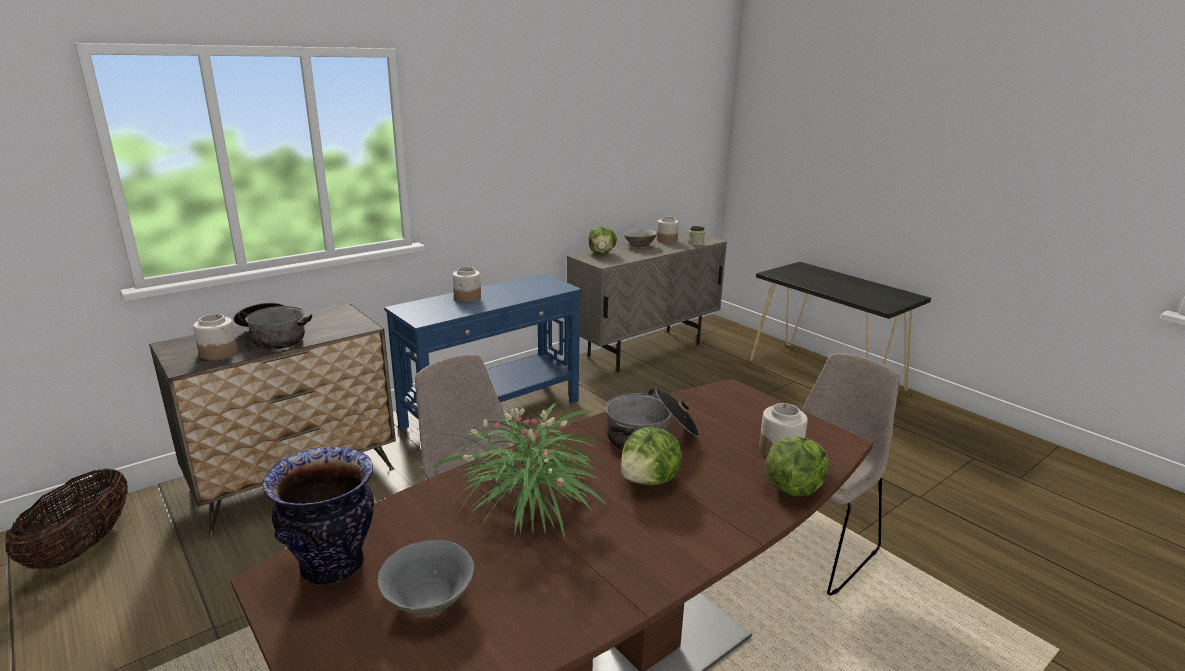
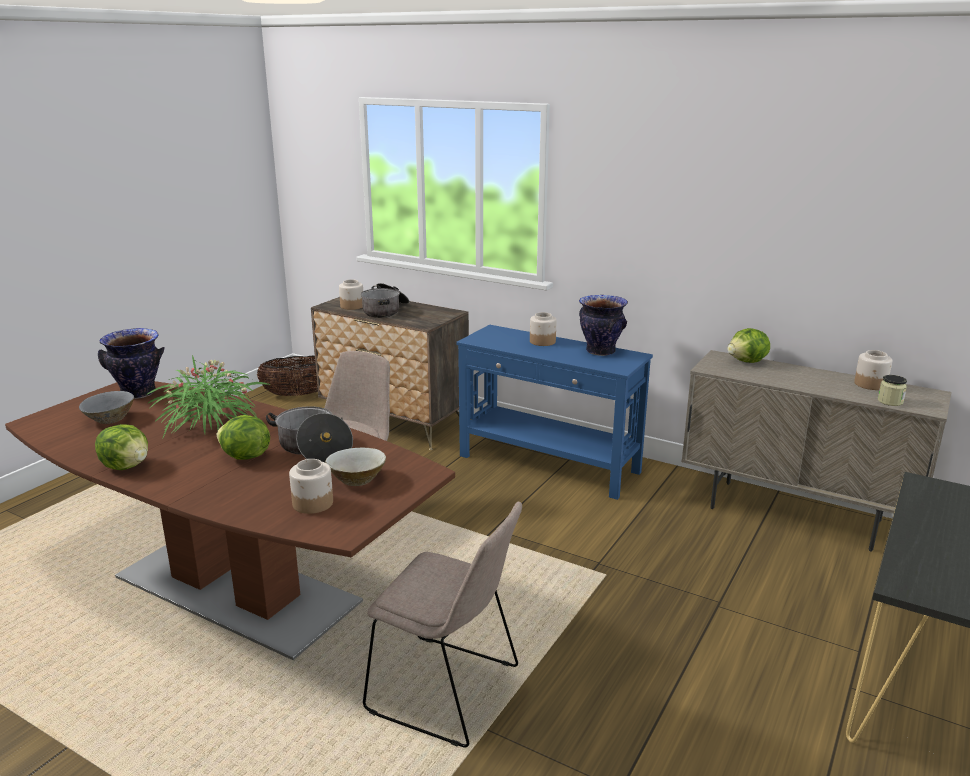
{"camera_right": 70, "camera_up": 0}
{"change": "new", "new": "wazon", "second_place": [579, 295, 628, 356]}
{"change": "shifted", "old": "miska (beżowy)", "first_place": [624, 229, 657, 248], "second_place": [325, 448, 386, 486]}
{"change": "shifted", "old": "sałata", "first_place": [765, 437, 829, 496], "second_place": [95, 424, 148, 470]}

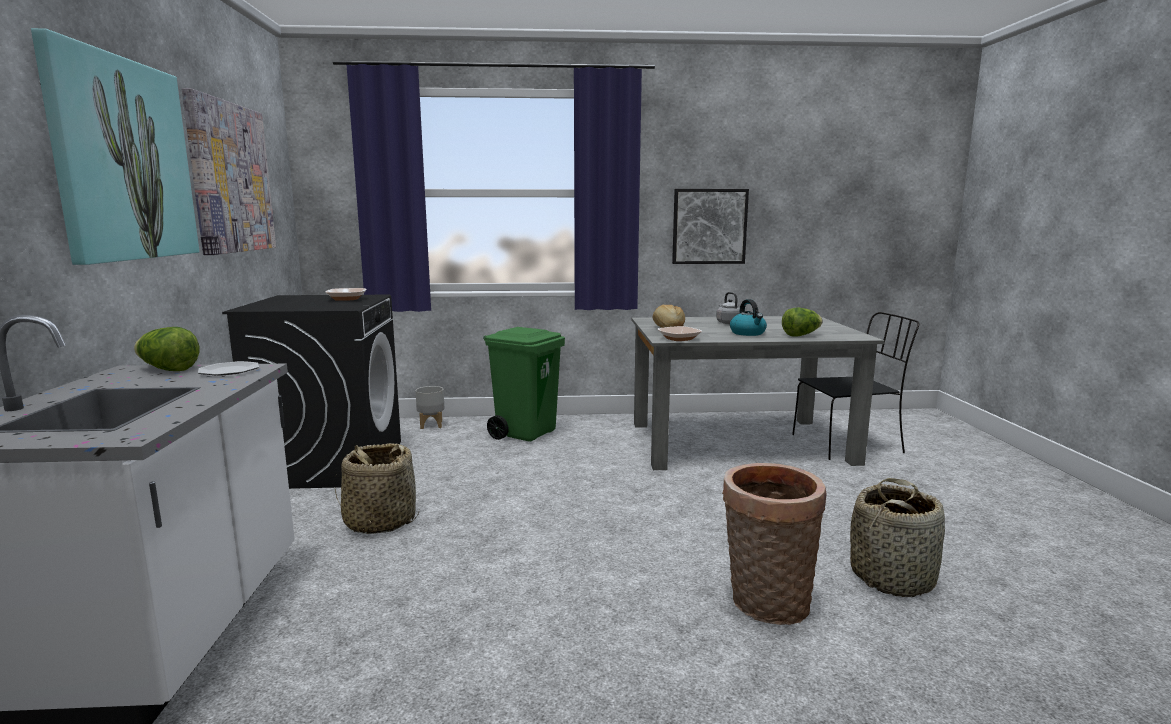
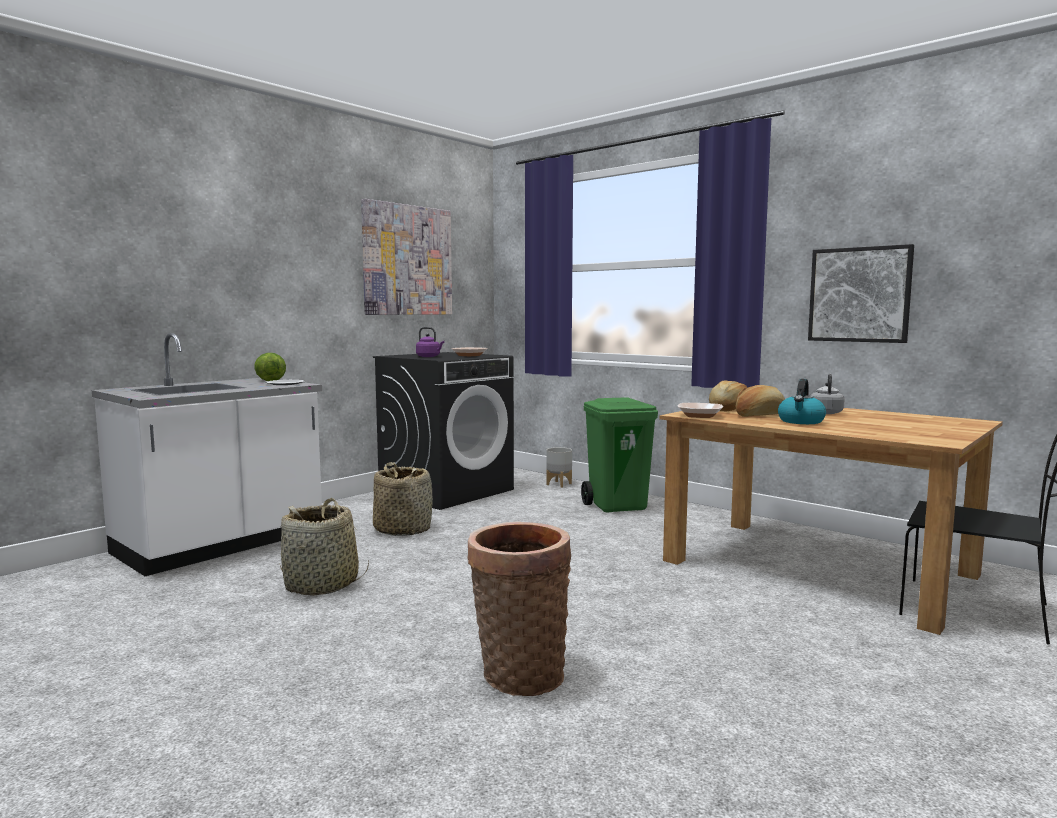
{"camera_right": 45, "camera_up": -5}
{"change": "gone", "old": "obraz", "first_place": [31, 28, 199, 265]}
{"change": "gone", "old": "sałata", "first_place": [782, 307, 823, 337]}
{"change": "new", "new": "czajnik (fioletowy)", "second_place": [416, 327, 444, 357]}
{"change": "new", "new": "chleb", "second_place": [736, 385, 785, 417]}
{"change": "shifted", "old": "koszyk", "first_place": [850, 478, 945, 597], "second_place": [280, 498, 369, 596]}
{"change": "repainted", "old": "stół jadalny (szary)", "new": "stół jadalny (brązowy)", "first_place": [631, 316, 885, 470], "second_place": [659, 408, 1003, 635]}

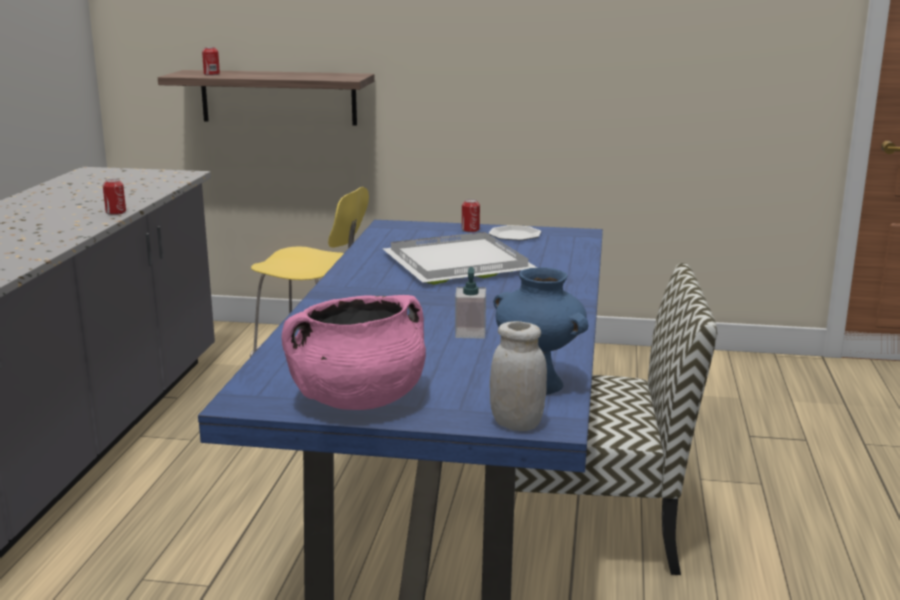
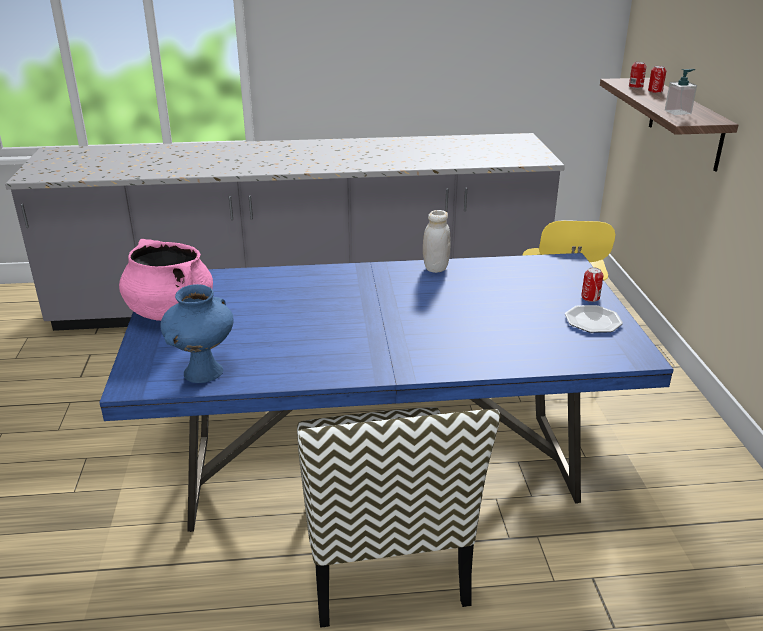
{"camera_right": 75, "camera_up": 10}
{"change": "gone", "old": "taca (biały)", "first_place": [383, 232, 537, 285]}
{"change": "shifted", "old": "puszka", "first_place": [103, 179, 126, 215], "second_place": [648, 66, 666, 93]}
{"change": "shifted", "old": "dozownik mydła", "first_place": [455, 267, 486, 339], "second_place": [665, 69, 697, 115]}
{"change": "shifted", "old": "słoik (biały)", "first_place": [490, 321, 547, 431], "second_place": [423, 210, 450, 273]}

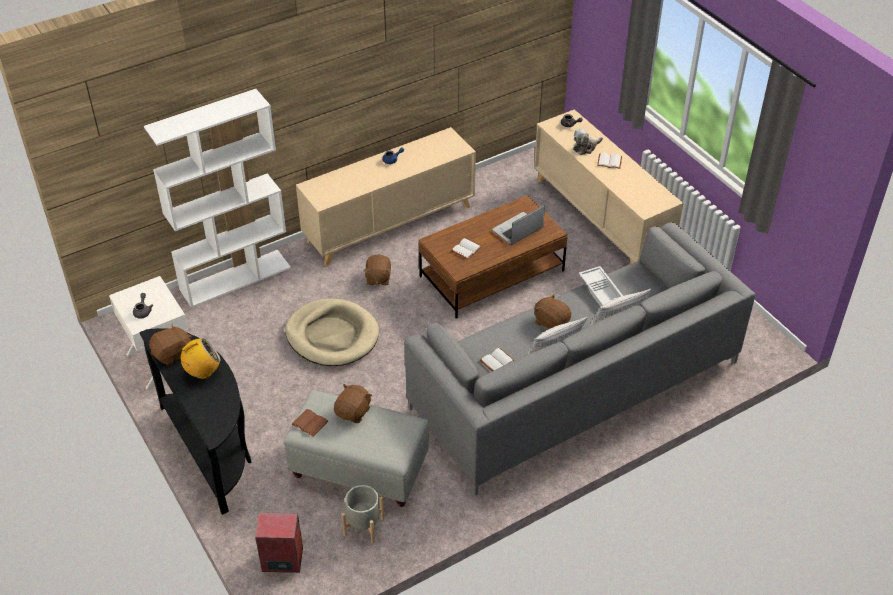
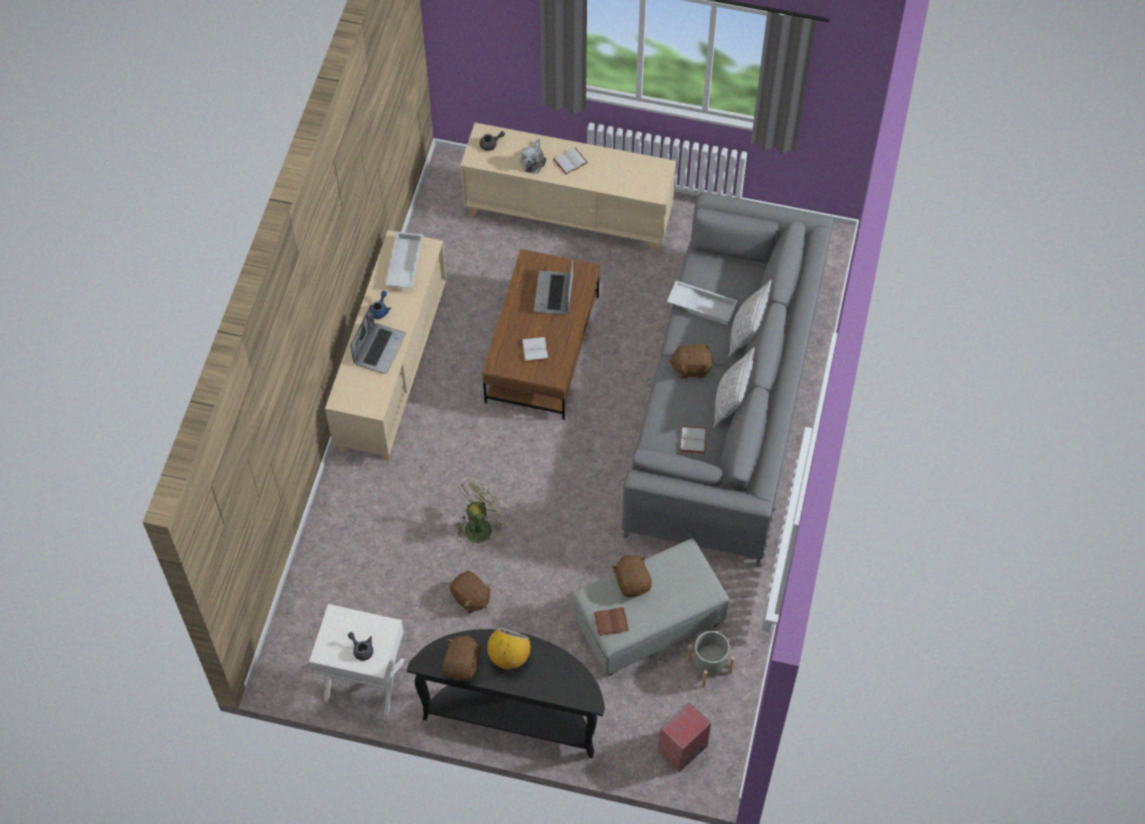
{"camera_right": -45, "camera_up": 15}
{"change": "gone", "old": "regał (biały)", "first_place": [144, 89, 291, 308]}
{"change": "new", "new": "laptop", "second_place": [350, 305, 406, 374]}
{"change": "new", "new": "taca (biały)", "second_place": [386, 232, 423, 288]}
{"change": "shifted", "old": "pluszak (brązowy)", "first_place": [363, 255, 391, 285], "second_place": [450, 571, 491, 614]}
{"change": "swapped", "old": "legowisko (beżowy)", "new": "wentylator (zielony)", "first_place": [285, 298, 379, 366], "second_place": [456, 477, 512, 543]}

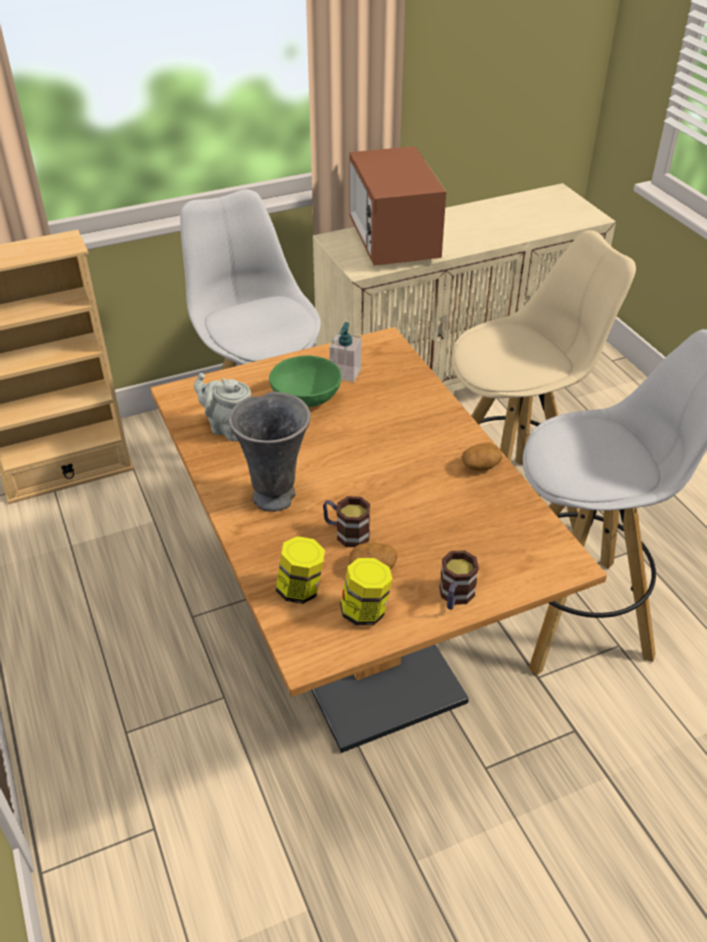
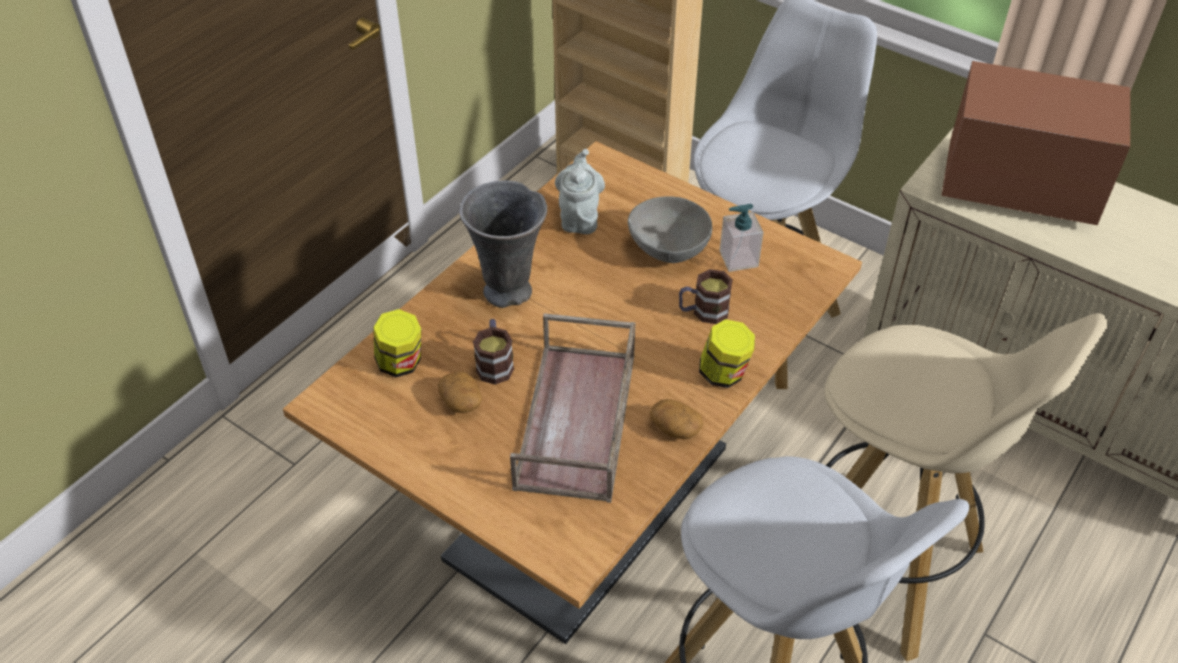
{"camera_right": 60, "camera_up": 5}
{"change": "new", "new": "taca (brązowy)", "second_place": [510, 313, 636, 503]}
{"change": "shifted", "old": "słoik", "first_place": [340, 558, 393, 626], "second_place": [699, 319, 755, 388]}
{"change": "shifted", "old": "kubek", "first_place": [439, 550, 479, 610], "second_place": [679, 269, 733, 324]}
{"change": "repainted", "old": "miska (zielony)", "new": "miska (szary)", "first_place": [269, 356, 341, 407], "second_place": [628, 196, 712, 263]}
{"change": "rotated", "old": "mikrofalówka", "first_place": [349, 146, 446, 266], "second_place": [941, 61, 1130, 225], "degrees": 60}

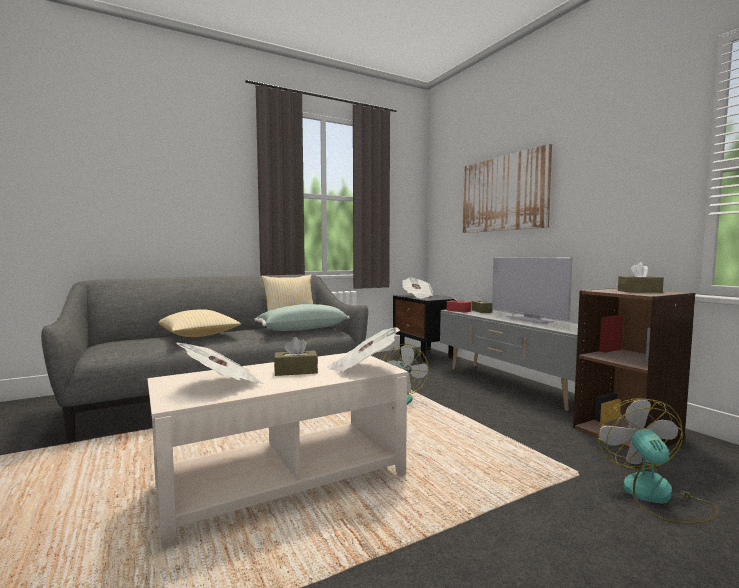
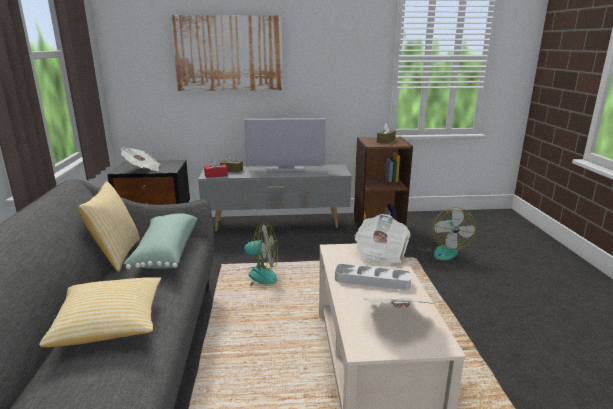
{"camera_right": -65, "camera_up": 15}
{"change": "swapped", "old": "pudełko chusteczek (brązowy)", "new": "taca (szary)", "first_place": [274, 337, 318, 376], "second_place": [335, 264, 411, 290]}
{"change": "rotated", "old": "wentylator", "first_place": [598, 398, 719, 523], "second_place": [417, 207, 476, 261], "degrees": -120}

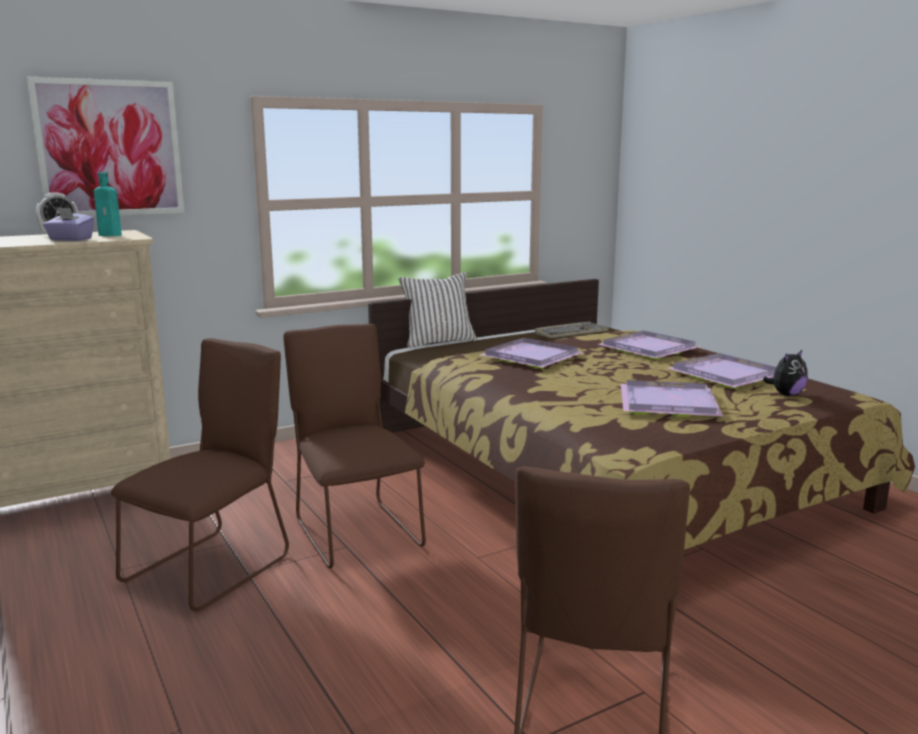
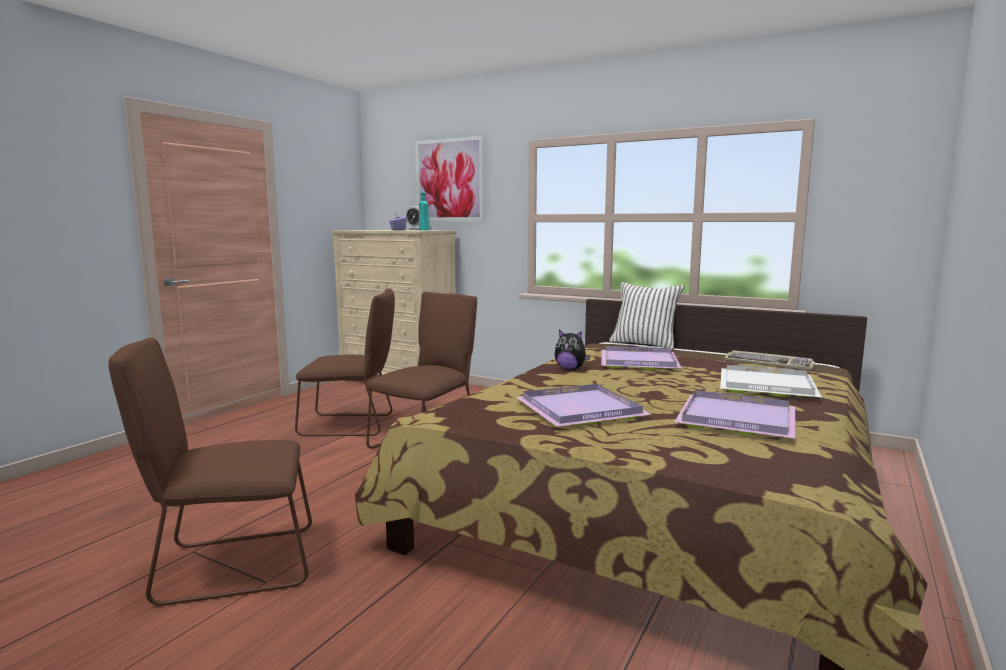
{"camera_right": 60, "camera_up": -5}
{"change": "shifted", "old": "pluszak", "first_place": [763, 349, 808, 396], "second_place": [555, 330, 591, 370]}
{"change": "repainted", "old": "taca (fioletowy)", "new": "taca (biały)", "first_place": [598, 331, 701, 360], "second_place": [720, 364, 821, 397]}

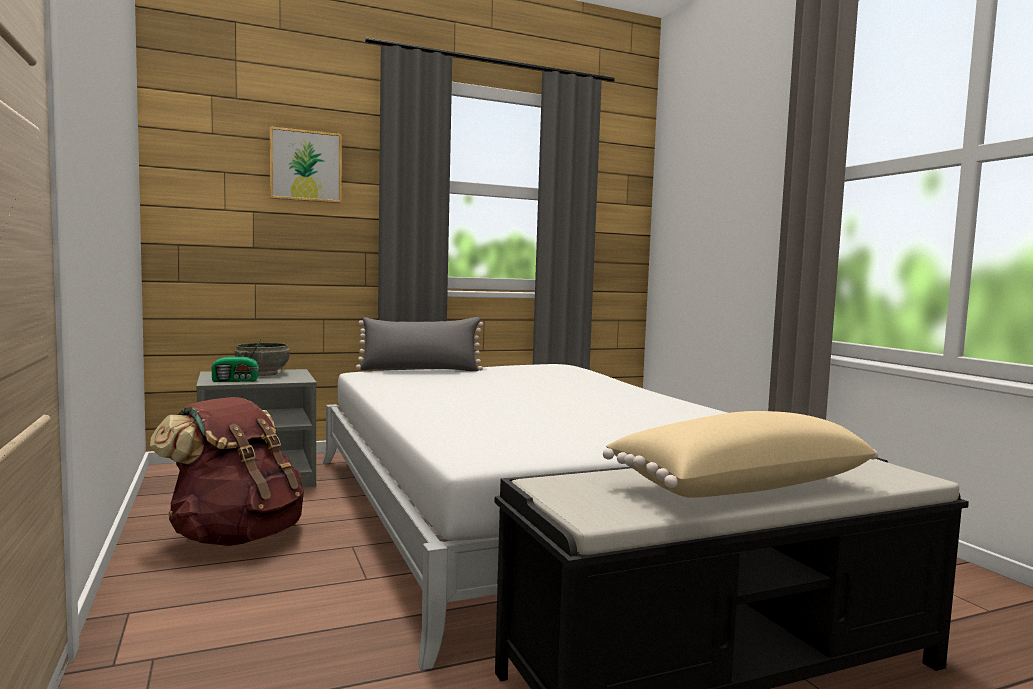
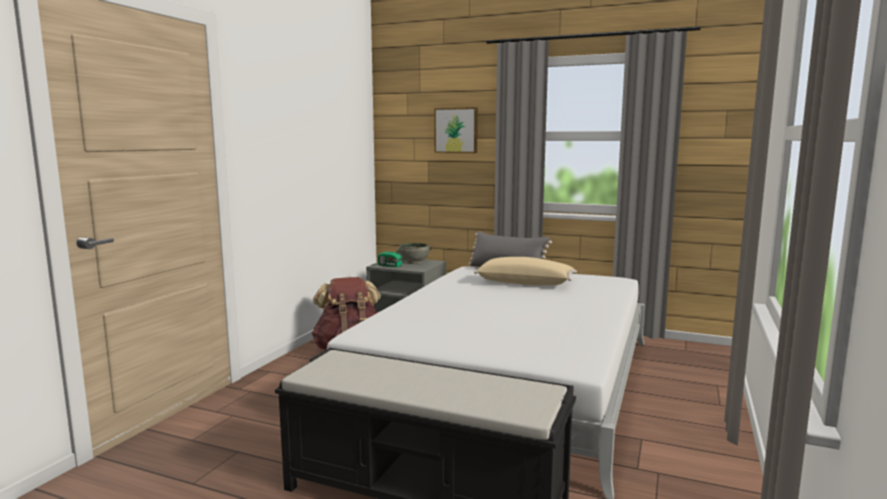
{"camera_right": 45, "camera_up": 5}
{"change": "shifted", "old": "poduszka (beżowy)", "first_place": [603, 411, 878, 498], "second_place": [474, 257, 577, 285]}

